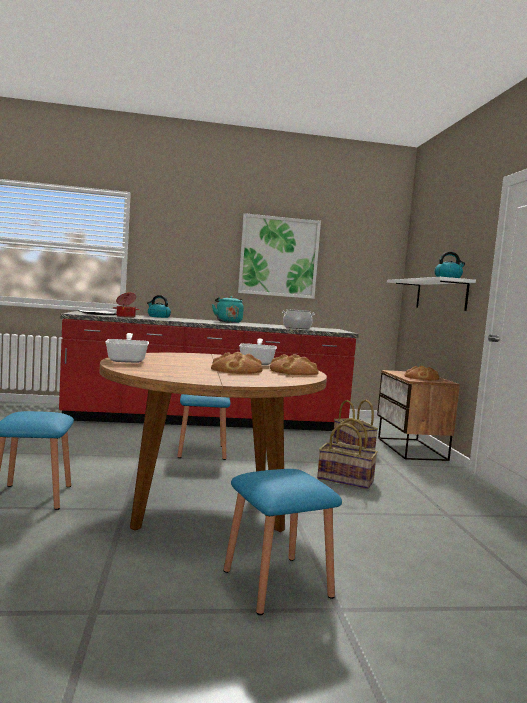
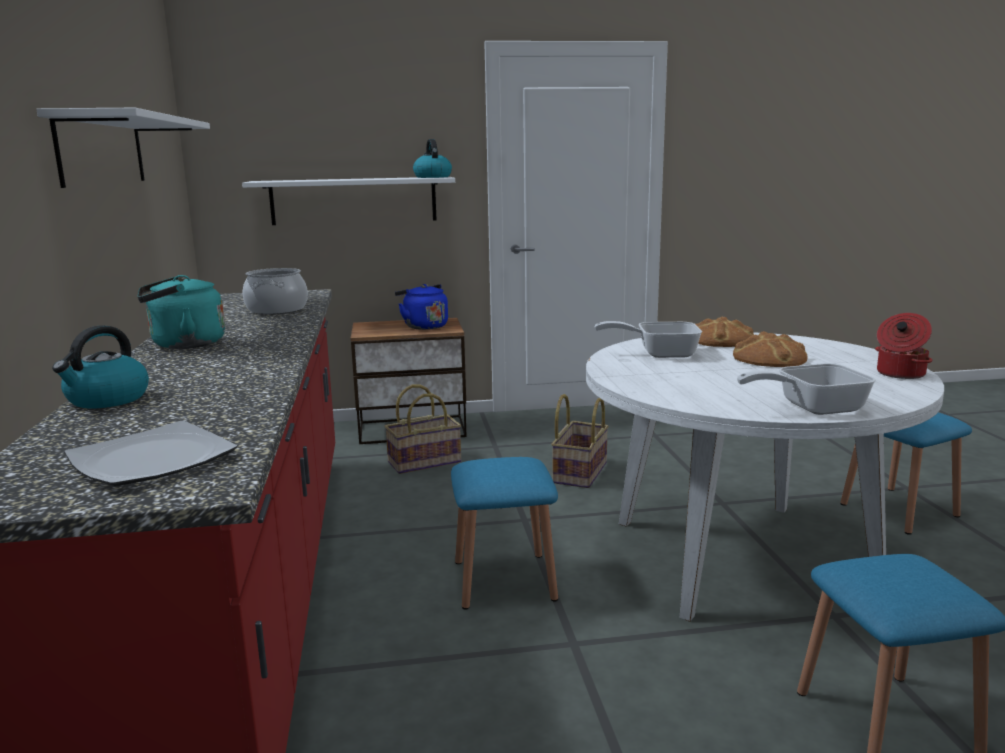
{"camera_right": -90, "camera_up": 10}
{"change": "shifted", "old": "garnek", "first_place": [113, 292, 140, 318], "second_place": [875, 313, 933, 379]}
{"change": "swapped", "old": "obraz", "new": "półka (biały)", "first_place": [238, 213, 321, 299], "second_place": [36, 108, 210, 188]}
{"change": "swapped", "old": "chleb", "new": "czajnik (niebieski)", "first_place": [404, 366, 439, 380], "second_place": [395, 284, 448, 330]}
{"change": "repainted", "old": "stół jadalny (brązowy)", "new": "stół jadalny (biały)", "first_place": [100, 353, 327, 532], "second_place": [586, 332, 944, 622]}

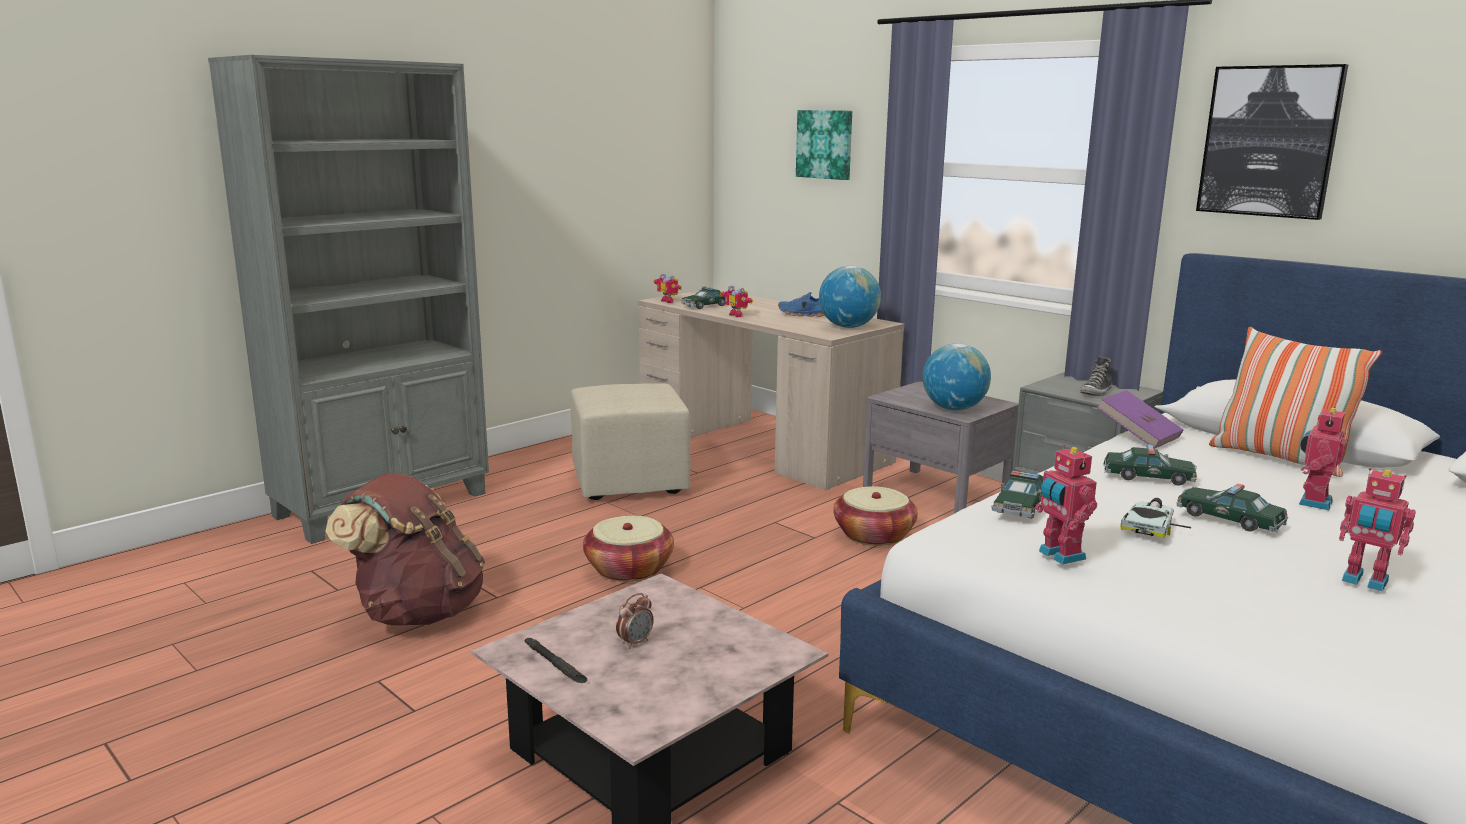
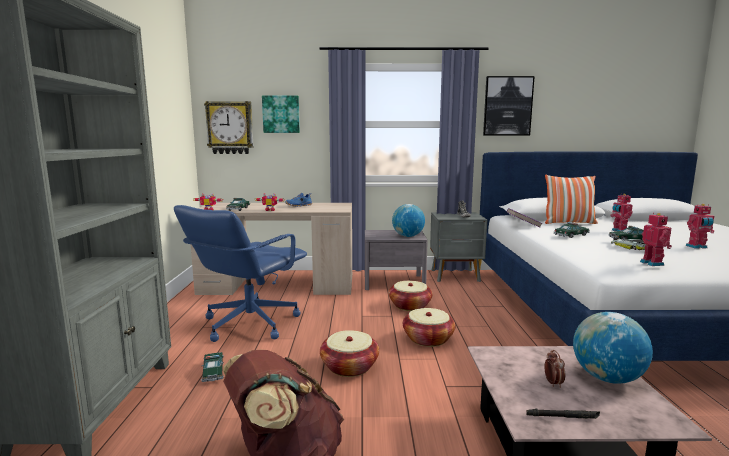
{"camera_right": -45, "camera_up": -5}
{"change": "new", "new": "zegar ścienny", "second_place": [204, 101, 254, 154]}
{"change": "new", "new": "koszyk", "second_place": [403, 308, 455, 347]}
{"change": "shifted", "old": "globus", "first_place": [819, 266, 881, 328], "second_place": [573, 312, 653, 384]}
{"change": "shifted", "old": "samochodzik", "first_place": [991, 470, 1044, 519], "second_place": [201, 352, 224, 382]}
{"change": "swapped", "old": "pufa (beżowy)", "new": "krzesło biurowe (niebieski)", "first_place": [571, 383, 691, 500], "second_place": [174, 205, 307, 342]}
{"change": "rotated", "old": "robot zabawkowy", "first_place": [1035, 445, 1097, 565], "second_place": [640, 213, 672, 266], "degrees": -120}

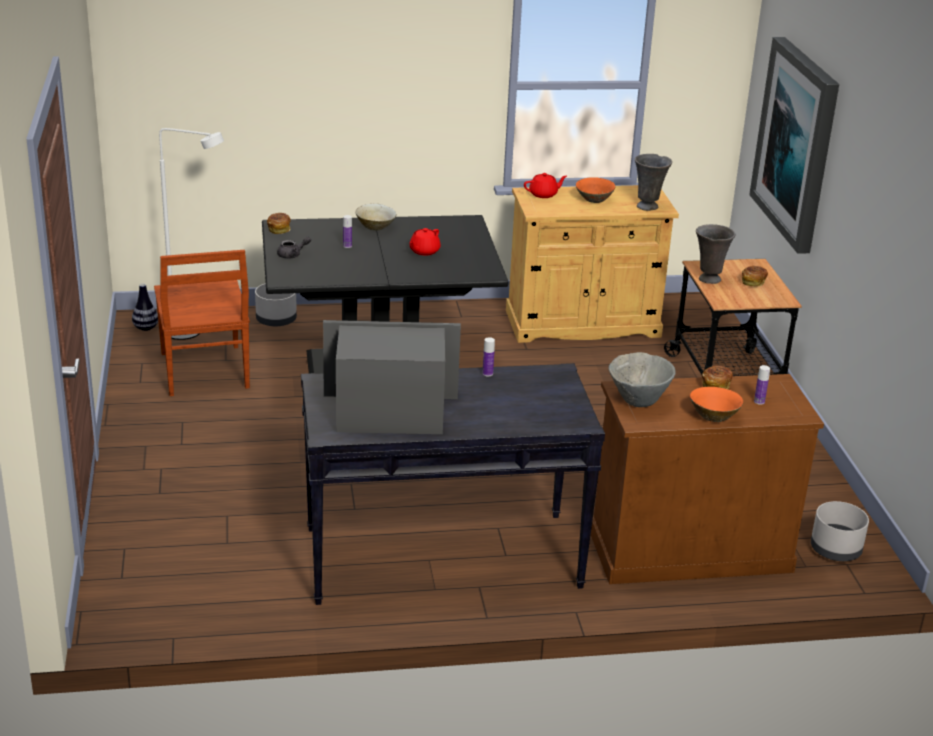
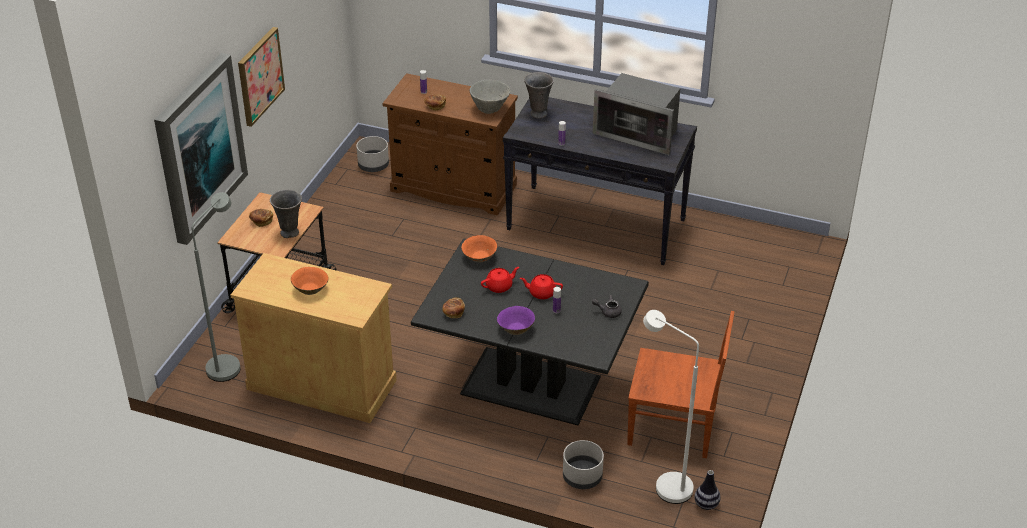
{"camera_right": -150, "camera_up": 10}
{"change": "new", "new": "lampa stojąca (szary)", "second_place": [192, 192, 241, 382]}
{"change": "new", "new": "obraz", "second_place": [238, 27, 285, 127]}
{"change": "shifted", "old": "chleb", "first_place": [267, 213, 291, 234], "second_place": [442, 297, 465, 318]}
{"change": "shifted", "old": "imbryk (czerwony)", "first_place": [524, 173, 567, 198], "second_place": [520, 274, 563, 299]}
{"change": "shifted", "old": "wazon (szary)", "first_place": [635, 154, 672, 211], "second_place": [524, 72, 554, 119]}
{"change": "shifted", "old": "miska (pomarańczowy)", "first_place": [690, 387, 743, 422], "second_place": [461, 235, 497, 262]}
{"change": "repainted", "old": "miska (beżowy)", "new": "miska (fioletowy)", "first_place": [355, 204, 396, 231], "second_place": [497, 306, 535, 335]}
{"change": "rotated", "old": "krzesło (brązowy)", "first_place": [154, 250, 250, 396], "second_place": [627, 311, 734, 458], "degrees": 90}

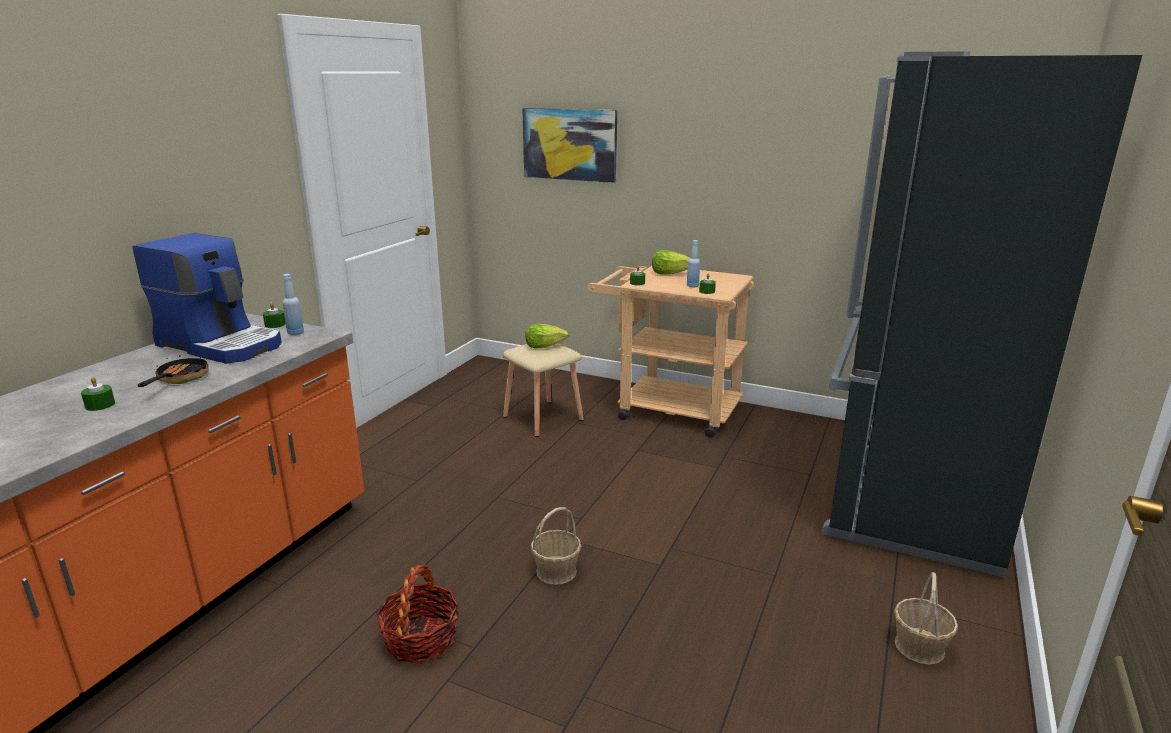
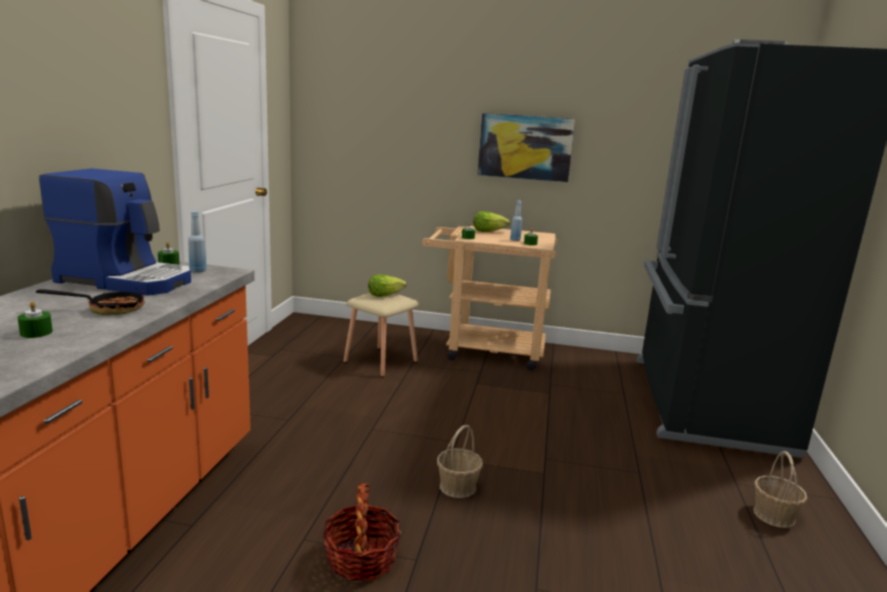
{"camera_right": -15, "camera_up": -5}
{"change": "shifted", "old": "obraz", "first_place": [522, 108, 617, 183], "second_place": [478, 113, 575, 182]}
{"change": "rotated", "old": "patelnia", "first_place": [138, 355, 209, 387], "second_place": [36, 288, 145, 315], "degrees": 90}

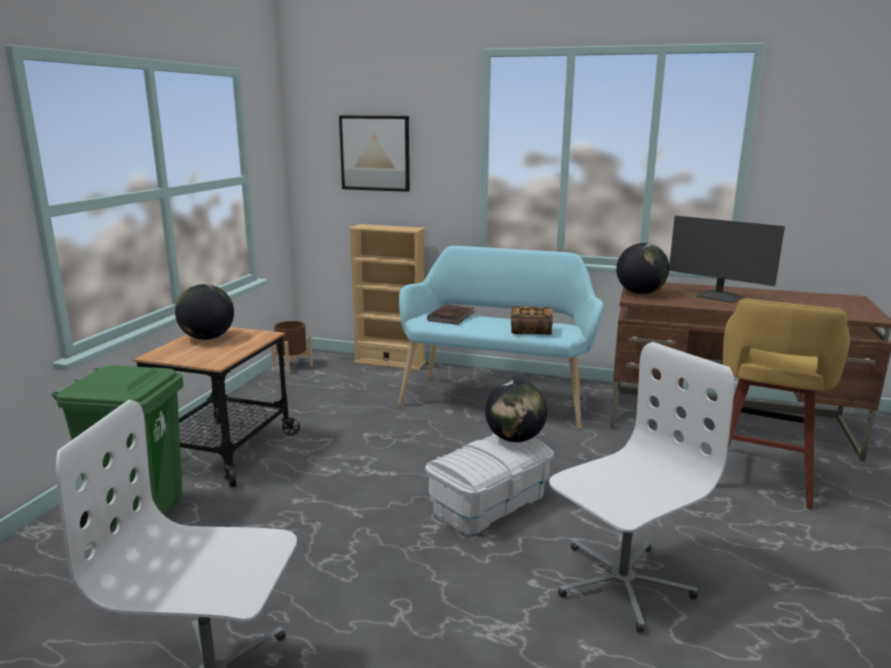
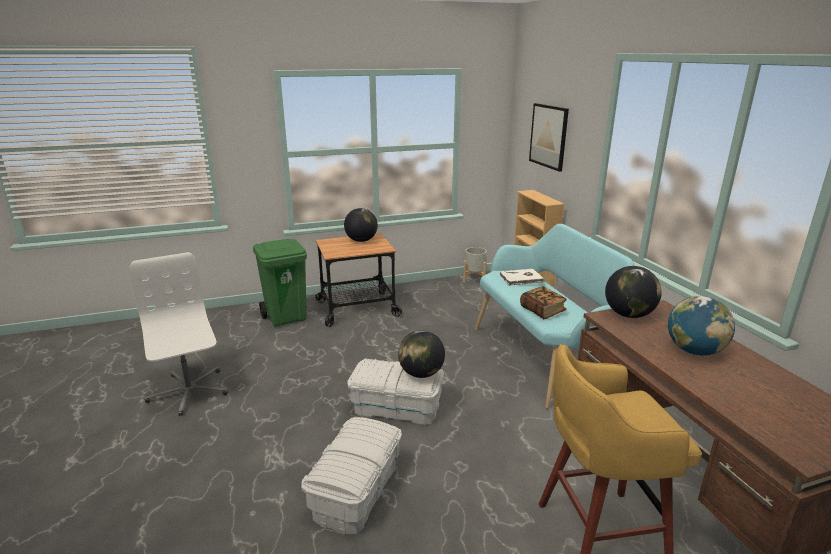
{"camera_right": 55, "camera_up": 5}
{"change": "swapped", "old": "krzesło biurowe (biały)", "new": "pojemnik do przechowywania (biały)", "first_place": [549, 342, 735, 633], "second_place": [301, 417, 402, 534]}
{"change": "swapped", "old": "monitor", "new": "globus", "first_place": [669, 216, 785, 303], "second_place": [668, 296, 735, 355]}
{"change": "repainted", "old": "donica (brązowy)", "new": "donica (szary)", "first_place": [271, 321, 313, 373], "second_place": [463, 247, 487, 283]}
{"change": "repainted", "old": "książka (brązowy)", "new": "książka (biały)", "first_place": [427, 304, 476, 325], "second_place": [500, 269, 544, 286]}

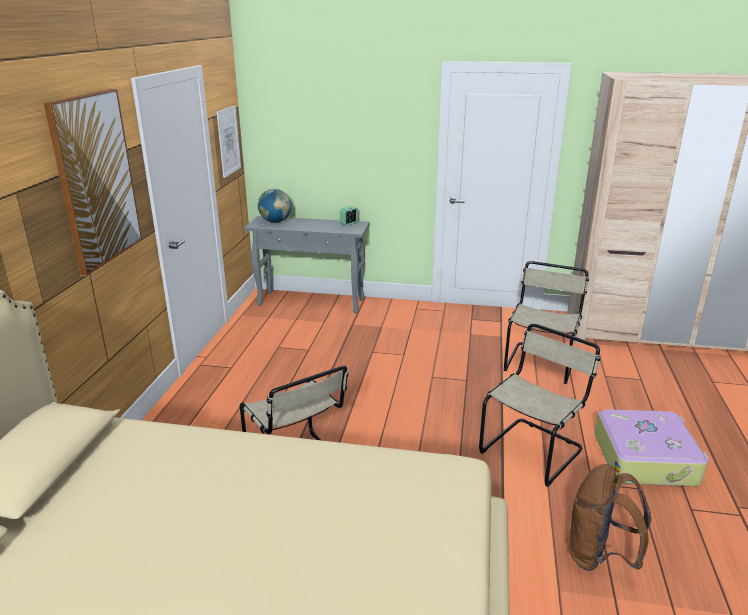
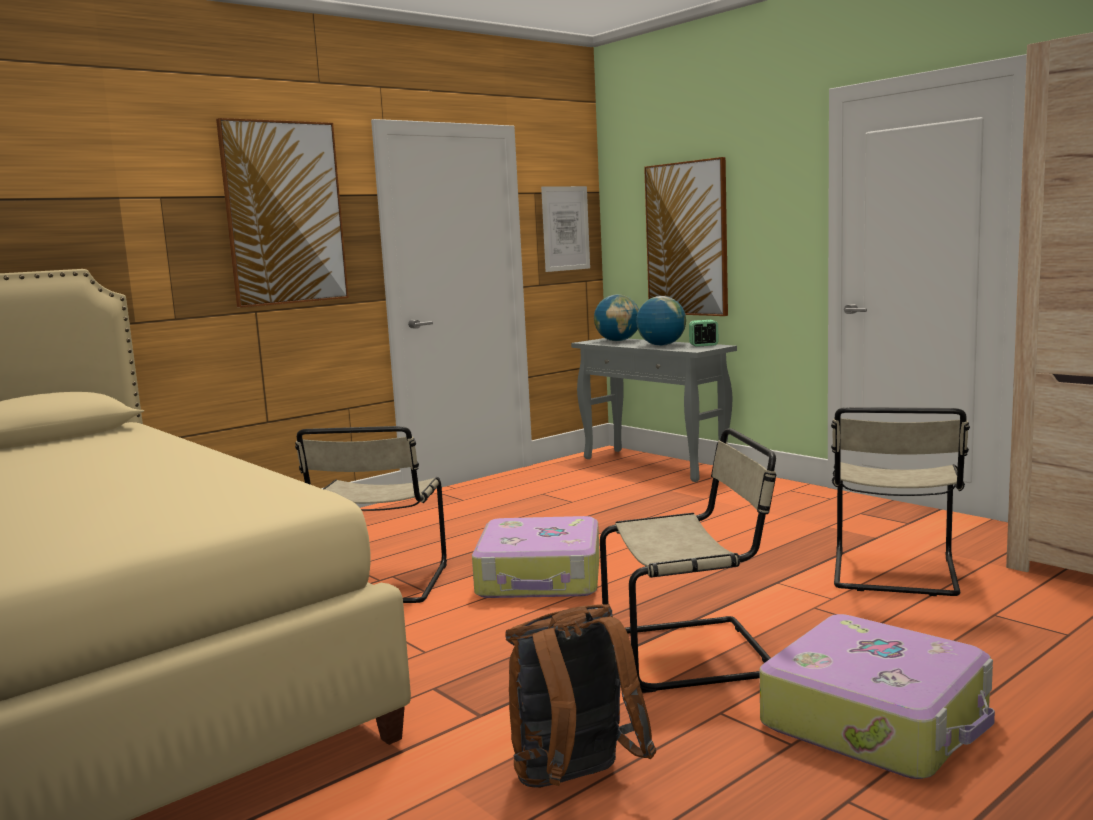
{"camera_right": 40, "camera_up": -15}
{"change": "new", "new": "walizka", "second_place": [472, 516, 600, 598]}
{"change": "new", "new": "globus", "second_place": [636, 296, 686, 346]}
{"change": "new", "new": "obraz", "second_place": [644, 157, 728, 316]}
{"change": "rotated", "old": "krzesło (beżowy)", "first_place": [504, 261, 589, 384], "second_place": [831, 407, 970, 596], "degrees": 135}

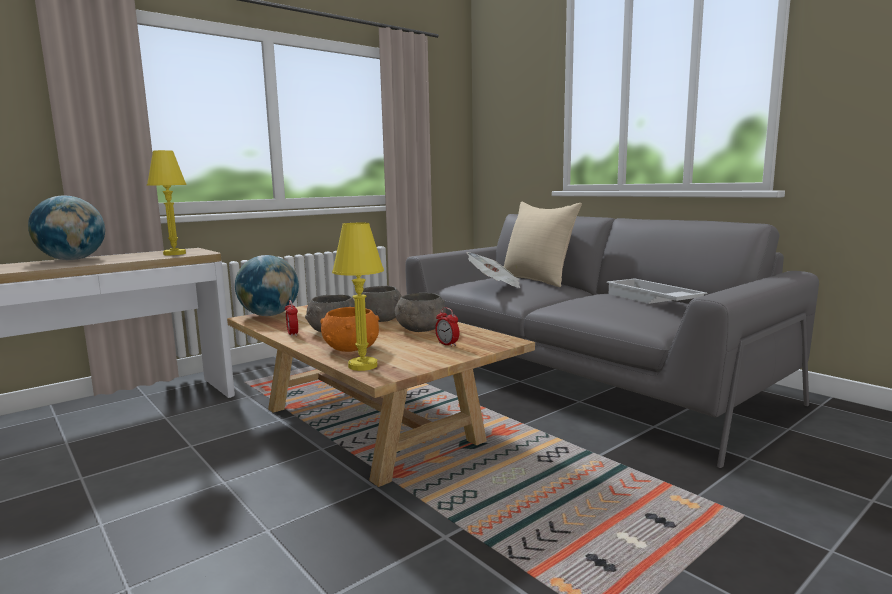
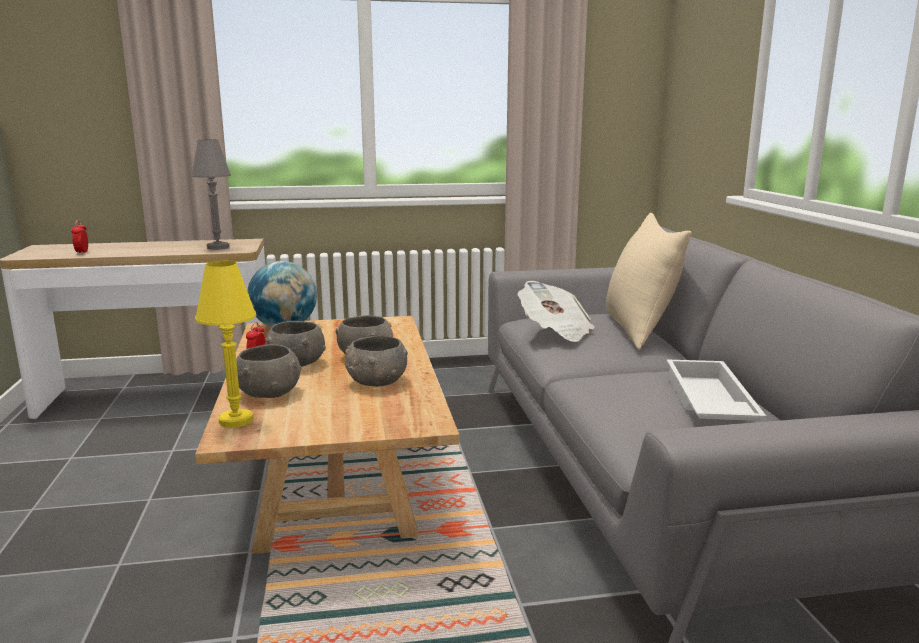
{"camera_right": 30, "camera_up": 5}
{"change": "gone", "old": "globus", "first_place": [28, 195, 105, 260]}
{"change": "shifted", "old": "budzik", "first_place": [435, 307, 459, 347], "second_place": [71, 220, 88, 254]}
{"change": "repainted", "old": "lampa stołowa (żółty)", "new": "lampa stołowa (szary)", "first_place": [147, 150, 187, 255], "second_place": [191, 140, 231, 250]}
{"change": "repainted", "old": "miska (pomarańczowy)", "new": "miska (szary)", "first_place": [320, 307, 379, 352], "second_place": [236, 344, 302, 398]}

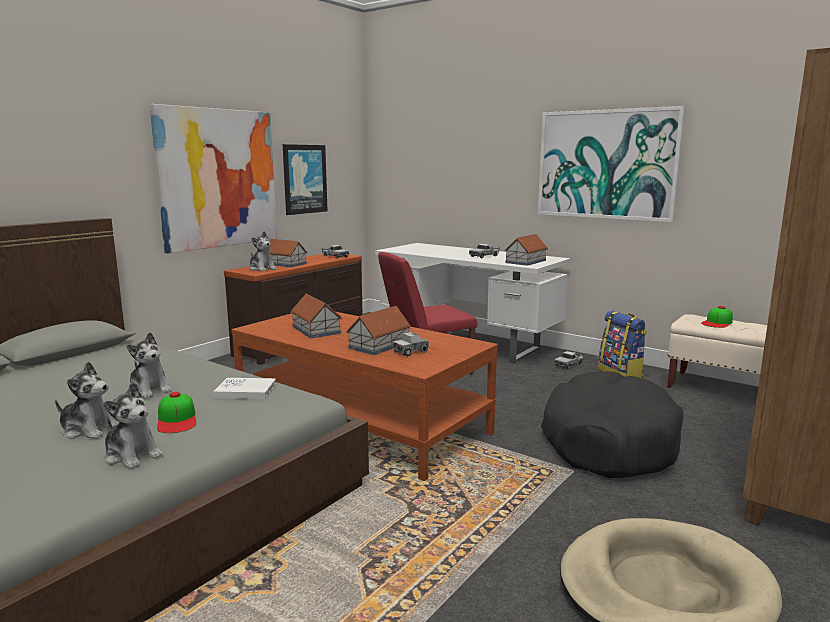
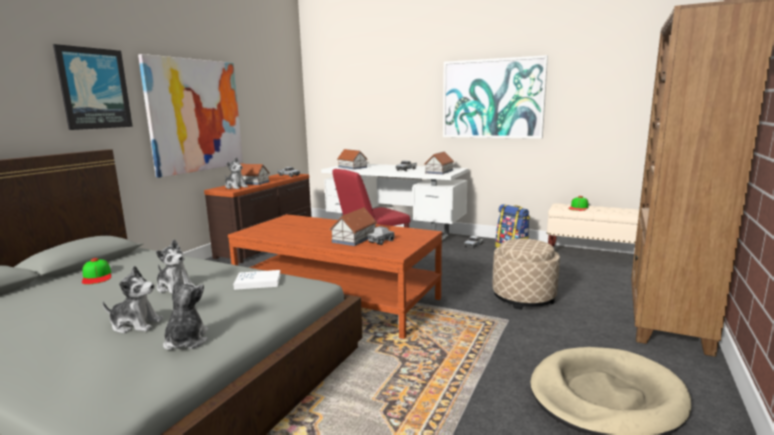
{"camera_right": -10, "camera_up": 0}
{"change": "shifted", "old": "czapka z daszkiem", "first_place": [157, 392, 196, 433], "second_place": [82, 258, 111, 284]}
{"change": "shifted", "old": "obraz", "first_place": [283, 144, 328, 215], "second_place": [53, 44, 133, 130]}
{"change": "shifted", "old": "domek", "first_place": [290, 294, 342, 338], "second_place": [337, 149, 368, 170]}
{"change": "swapped", "old": "legowisko (czarny)", "new": "pufa (beżowy)", "first_place": [541, 371, 684, 478], "second_place": [493, 239, 560, 310]}
{"change": "rotated", "old": "pluszak", "first_place": [104, 382, 163, 469], "second_place": [163, 277, 208, 350], "degrees": -120}

